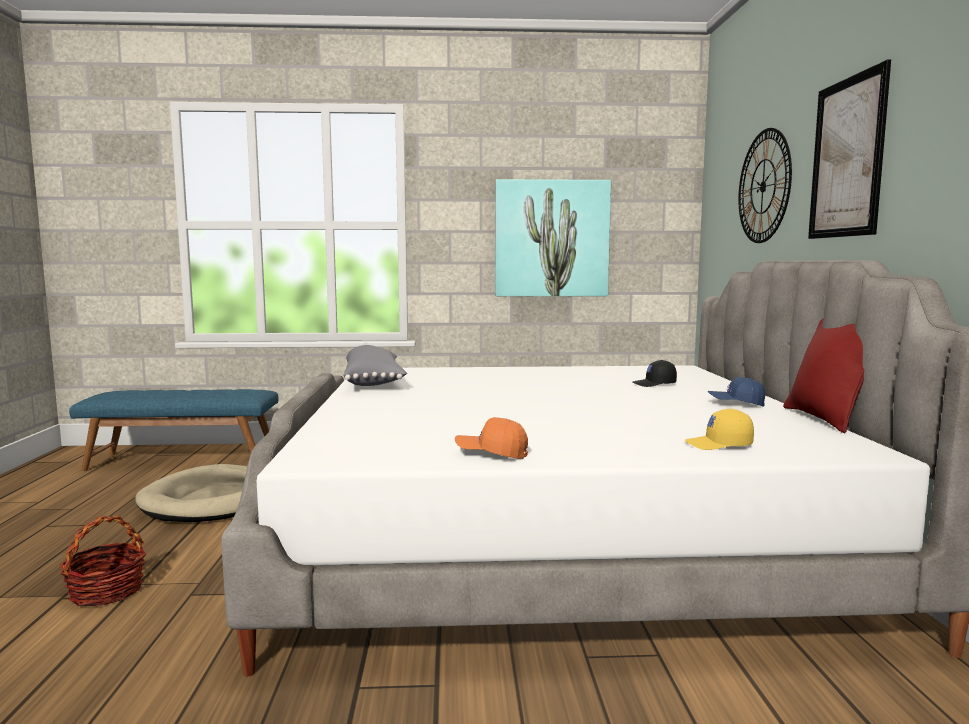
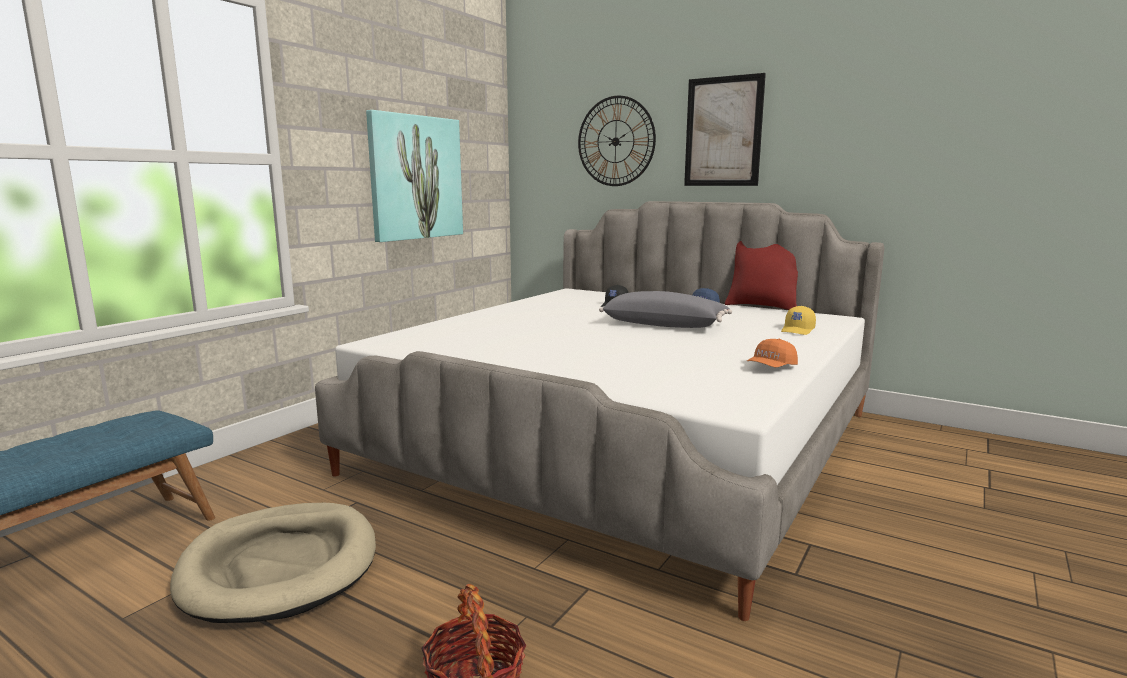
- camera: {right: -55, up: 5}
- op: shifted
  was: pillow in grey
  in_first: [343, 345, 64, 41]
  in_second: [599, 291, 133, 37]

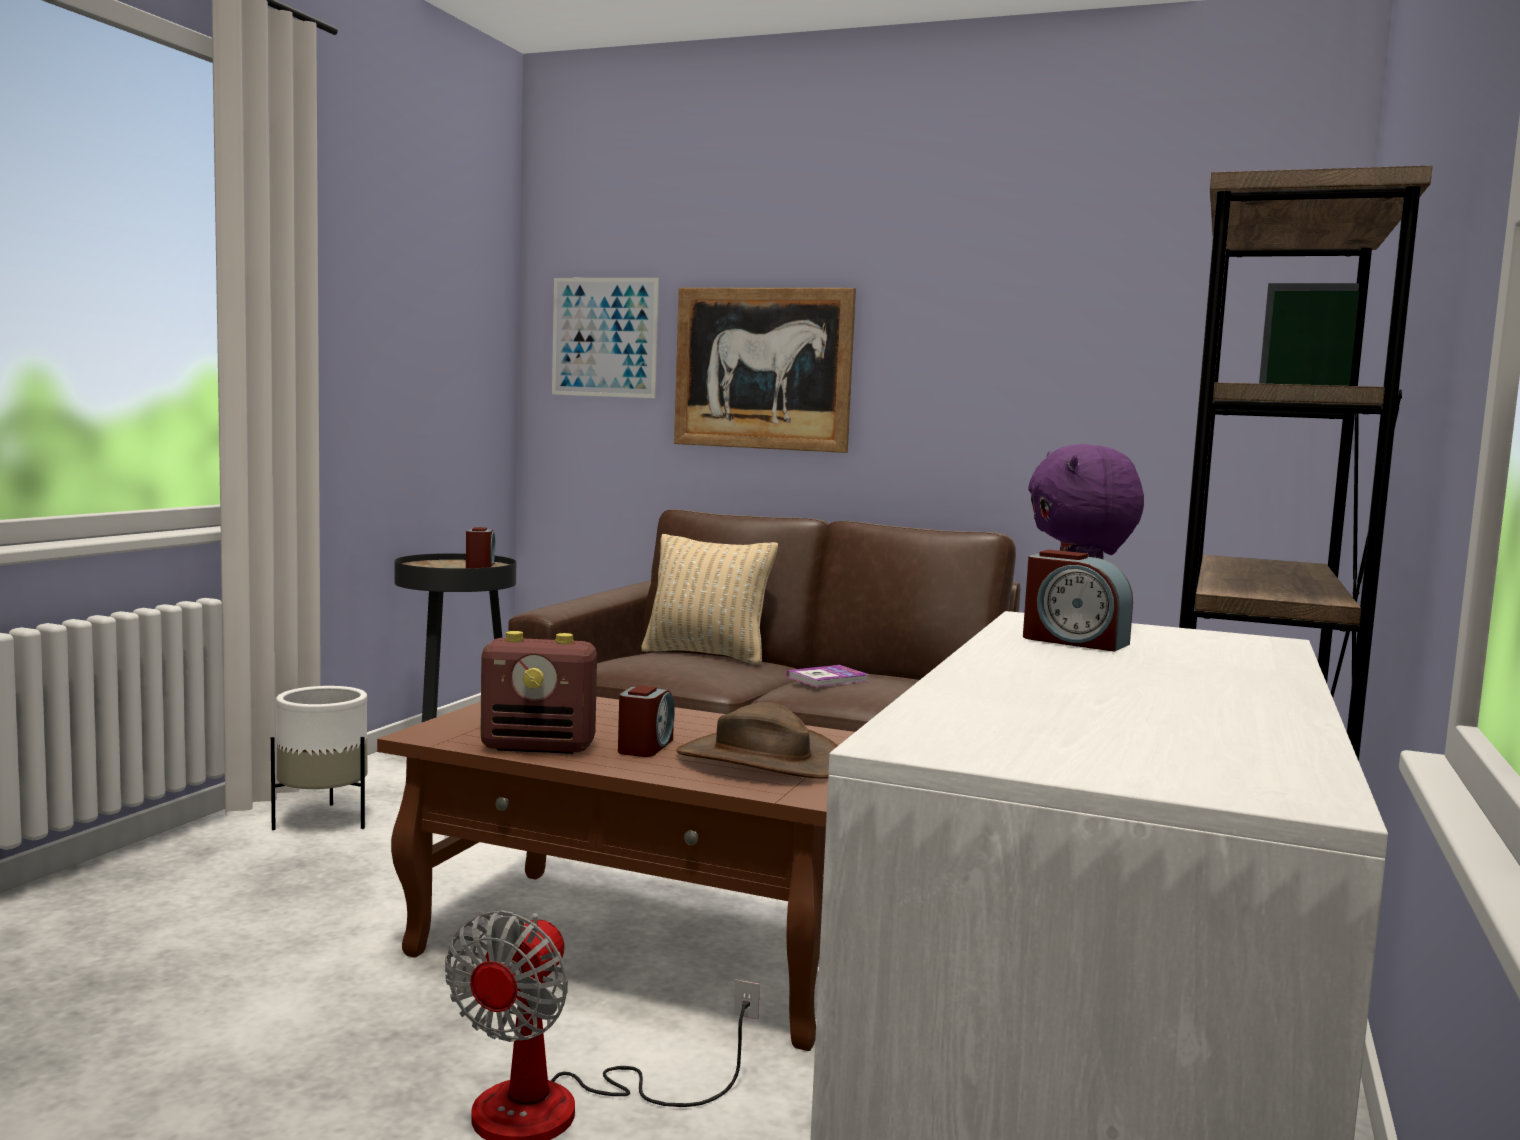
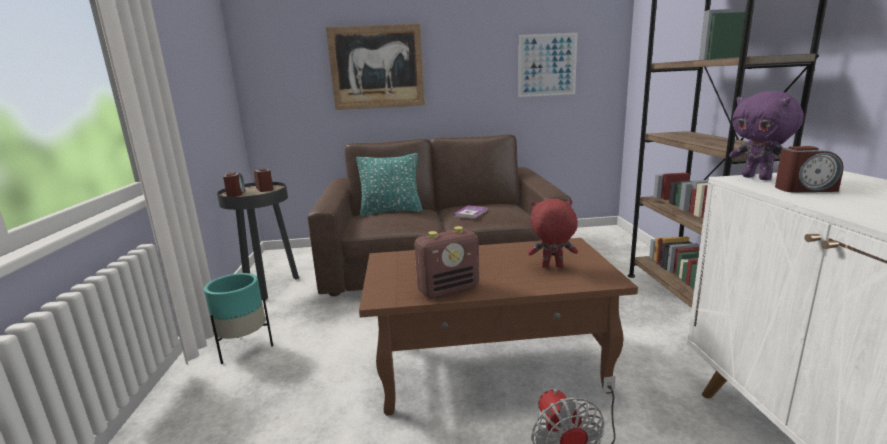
- camera: {right: -25, up: 10}
- op: shifted
  was: picture
  in_first: [552, 278, 107, 120]
  in_second: [519, 33, 59, 64]
- op: repainted
  was: pillow in beige
  now: pillow in turquoise
  in_first: [641, 534, 137, 131]
  in_second: [356, 153, 67, 63]
- op: shifted
  was: alarm clock
  in_first: [618, 685, 57, 72]
  in_second: [223, 172, 22, 25]
- op: repainted
  was: planter in white
  now: planter in turquoise
  in_first: [271, 686, 97, 144]
  in_second: [204, 273, 69, 91]
- op: swapped
  was: hat in brown
  now: plush toy in red
  in_first: [676, 702, 162, 77]
  in_second: [528, 199, 50, 69]

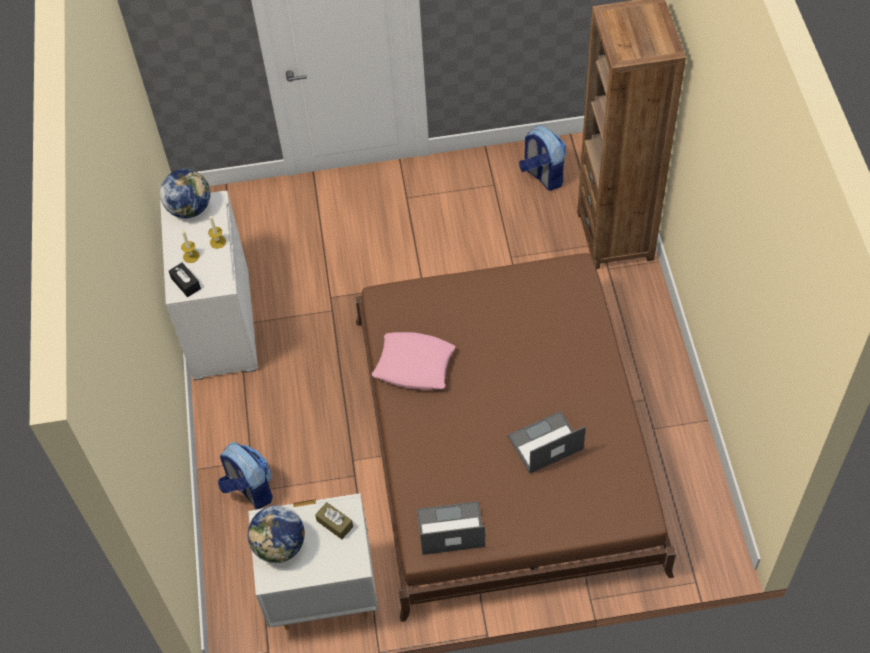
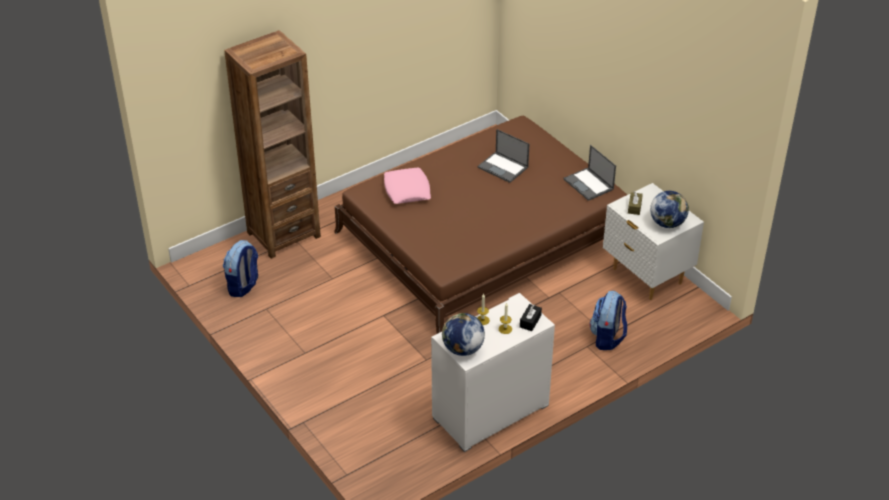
- camera: {right: -120, up: -15}
- op: shifted
  was: pillow in pink
  in_first: [372, 332, 83, 58]
  in_second: [384, 168, 47, 36]

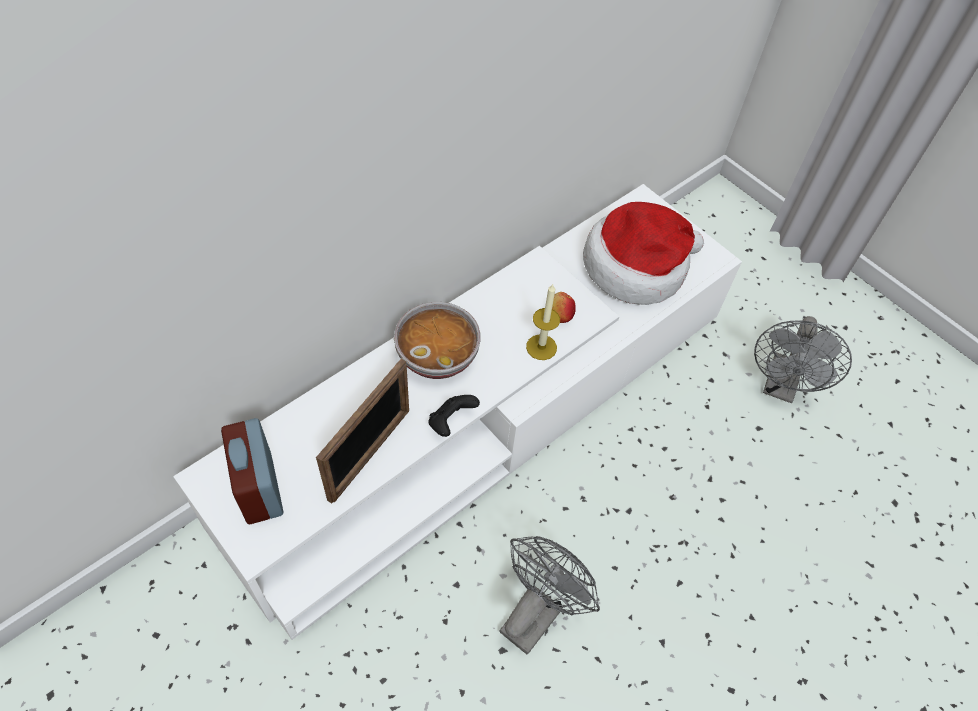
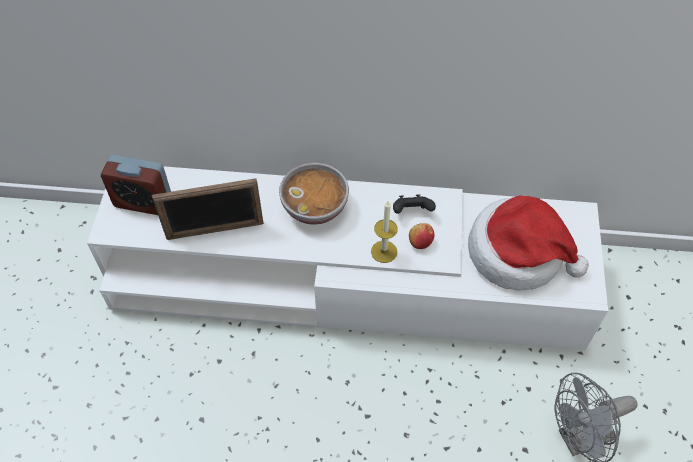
- camera: {right: 50, up: 0}
- op: shifted
  was: game controller in black
  in_first: [428, 395, 52, 42]
  in_second: [393, 194, 43, 20]
- op: rotated
  was: alarm clock
  in_first: [221, 418, 62, 106]
  in_second: [101, 155, 70, 60]
  clockwise: -105
- op: gone
  was: fan in grey
  in_first: [500, 536, 100, 119]

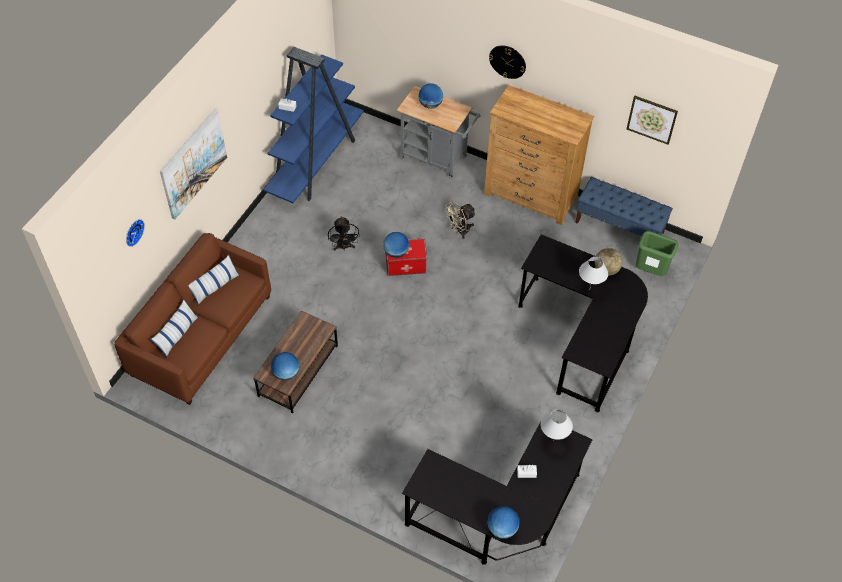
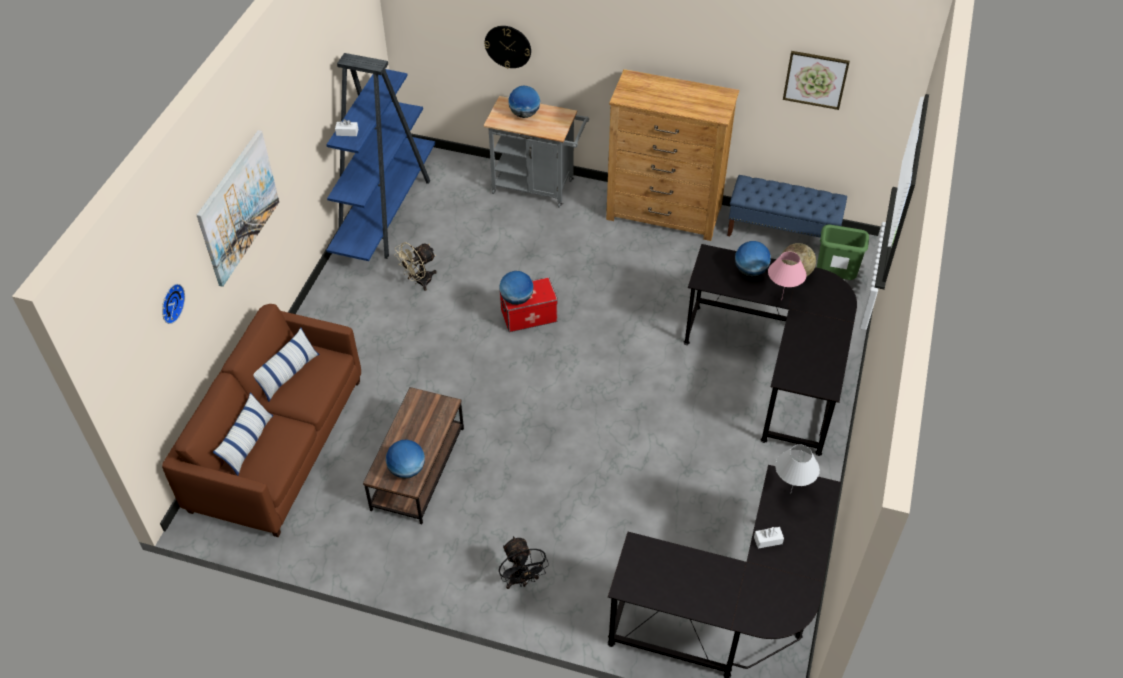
- camera: {right: -10, up: -5}
- op: shifted
  was: wall clock
  in_first: [489, 45, 37, 34]
  in_second: [484, 26, 47, 43]
- op: shifted
  was: fan in beige
  in_first: [444, 201, 32, 38]
  in_second: [394, 242, 43, 49]
- op: shifted
  was: fan in black
  in_first: [328, 217, 32, 34]
  in_second: [499, 536, 50, 53]
- op: repainted
  was: table lamp in white
  now: table lamp in pink
  in_first: [579, 257, 29, 30]
  in_second: [768, 252, 39, 49]
- op: shifted
  was: globe
  in_first: [487, 506, 32, 33]
  in_second: [735, 241, 36, 35]

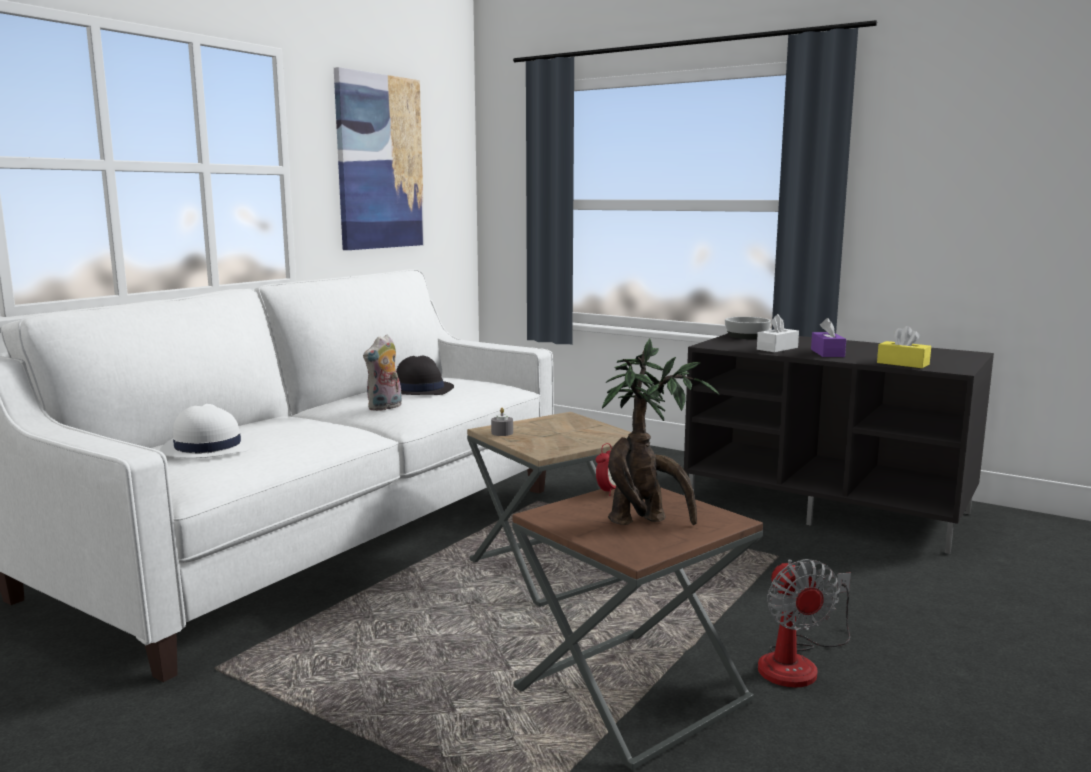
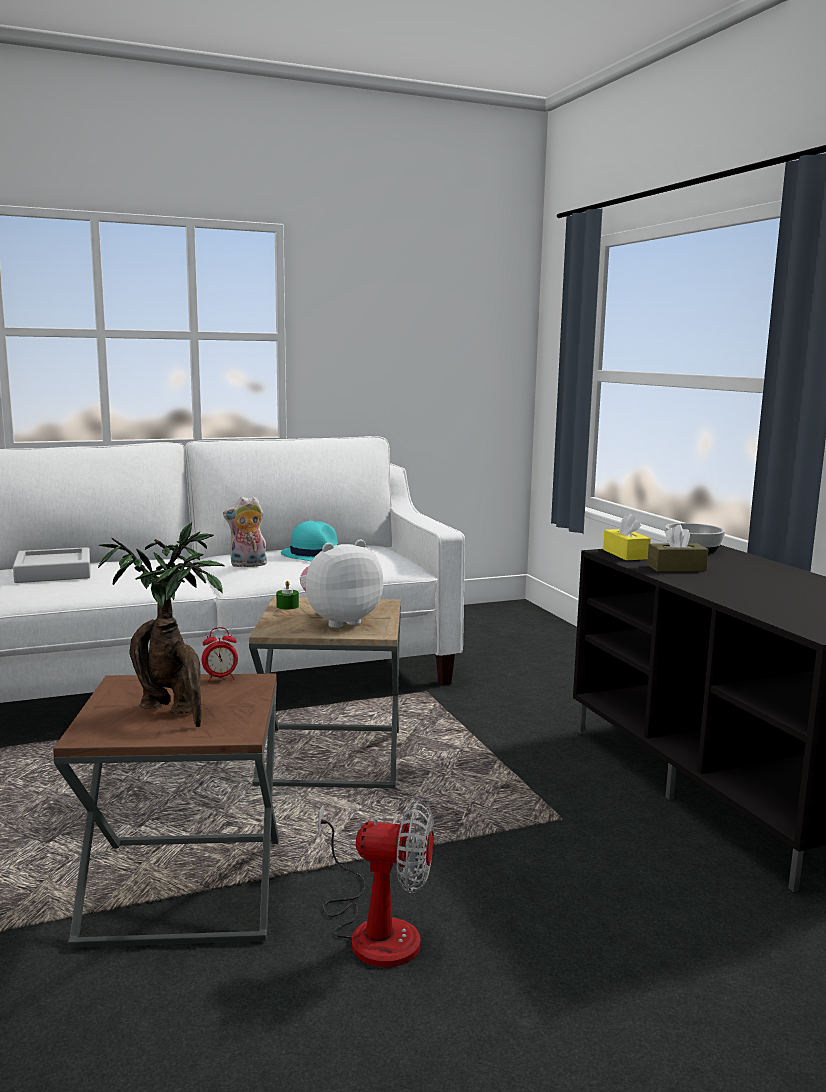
- camera: {right: 35, up: 0}
- op: gone
  was: picture
  in_first: [334, 67, 91, 183]
- op: repainted
  was: tissue box in white
  now: tissue box in brown
  in_first: [757, 314, 42, 38]
  in_second: [647, 524, 62, 48]
- op: gone
  was: tissue box in purple
  in_first: [811, 318, 35, 39]
- op: shifted
  was: tissue box in yellow
  in_first: [877, 326, 54, 42]
  in_second: [603, 514, 48, 46]
- op: repainted
  was: hat in black
  now: hat in turquoise
  in_first: [396, 356, 58, 39]
  in_second: [281, 521, 57, 41]
- op: swapped
  was: hat in white
  now: tray in grey
  in_first: [160, 404, 94, 54]
  in_second: [13, 547, 77, 36]
- op: repainted
  was: candle in grey
  now: candle in green
  in_first: [491, 408, 22, 28]
  in_second: [276, 581, 23, 29]
- op: rotated
  was: fan
  in_first: [758, 559, 93, 129]
  in_second: [318, 800, 116, 167]
  clockwise: -105
- op: new
  now: plush toy
  in_second: [300, 540, 83, 88]

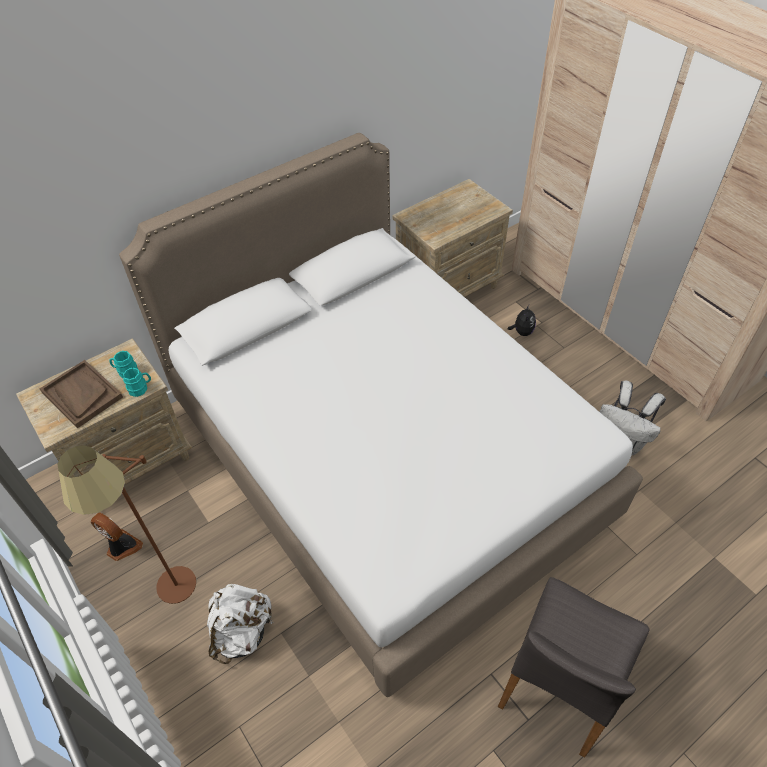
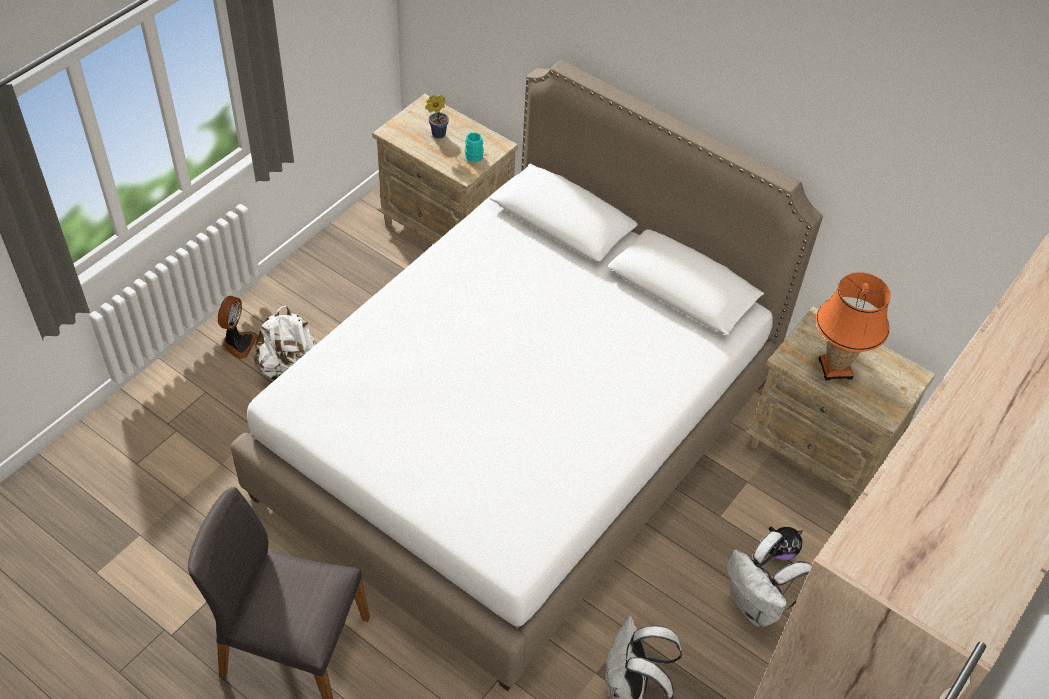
- camera: {right: 70, up: 0}
- op: swapped
  was: tray in brown
  now: potted plant
  in_first: [40, 360, 83, 69]
  in_second: [425, 95, 24, 43]
- op: gone
  was: mug in turquoise
  in_first: [123, 368, 28, 29]
- op: gone
  was: floor lamp in brown
  in_first: [58, 445, 138, 159]
- op: shifted
  was: fan
  in_first: [91, 512, 52, 49]
  in_second: [218, 296, 40, 63]
- op: new
  now: table lamp in orange
  in_second: [816, 272, 75, 109]
- op: new
  now: backpack in white
  in_second: [727, 531, 85, 96]

